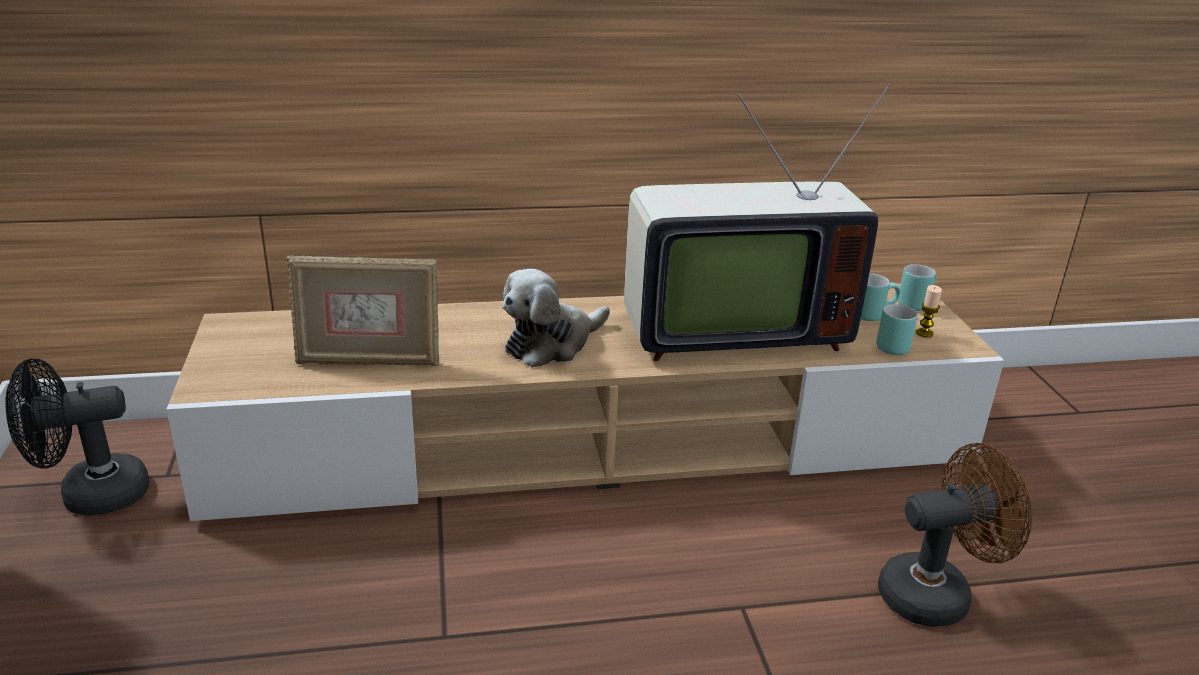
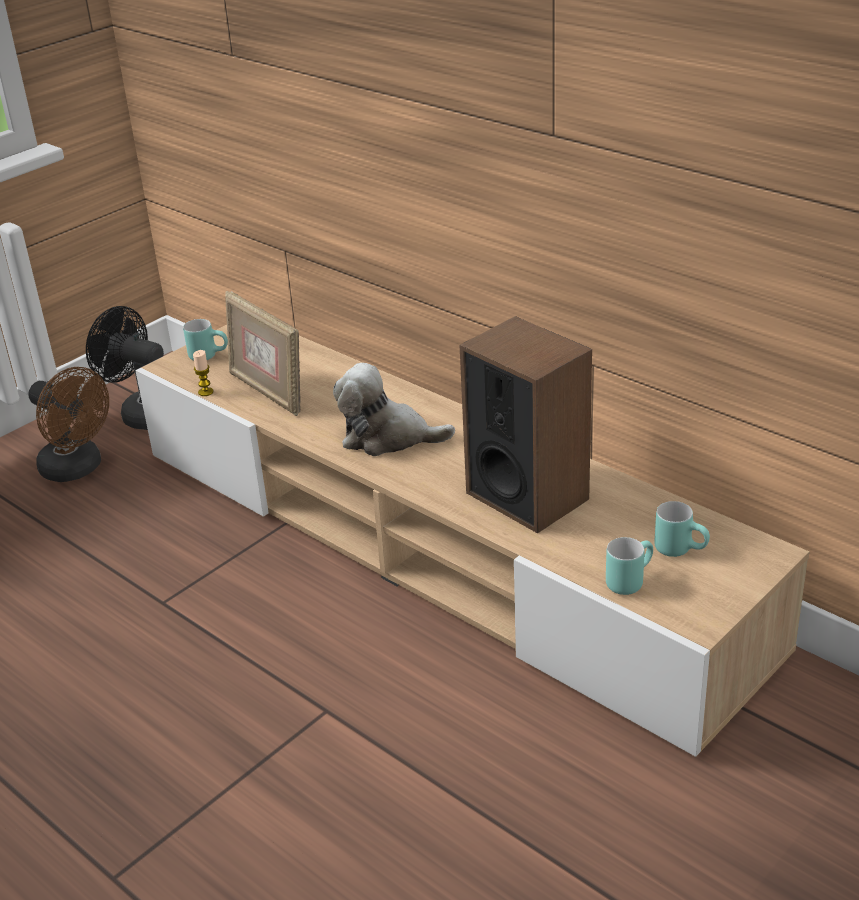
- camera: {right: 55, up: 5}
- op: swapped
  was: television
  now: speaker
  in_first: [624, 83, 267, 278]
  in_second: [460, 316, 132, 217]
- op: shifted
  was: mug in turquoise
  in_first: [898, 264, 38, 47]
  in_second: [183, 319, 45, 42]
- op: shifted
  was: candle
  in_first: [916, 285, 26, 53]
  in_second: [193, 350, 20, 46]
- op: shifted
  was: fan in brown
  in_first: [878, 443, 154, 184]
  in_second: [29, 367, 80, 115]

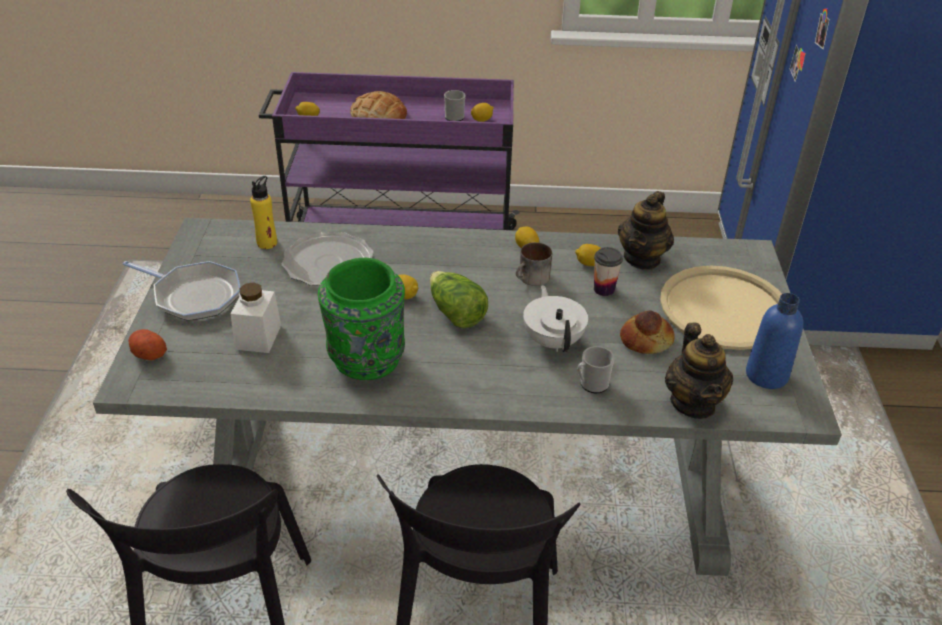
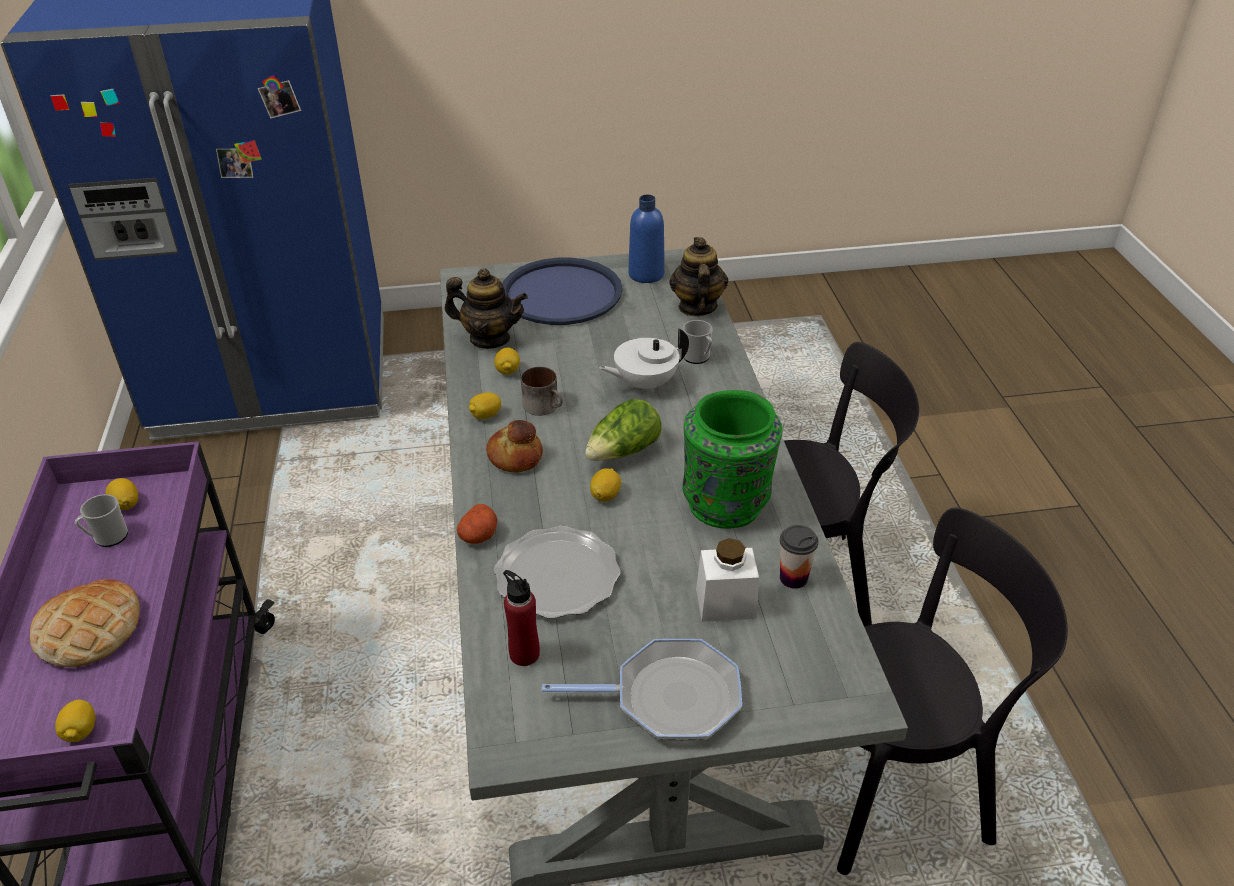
- camera: {right: -100, up: 0}
- op: repainted
  was: bottle in yellow
  now: bottle in red
  in_first: [250, 176, 27, 73]
  in_second: [503, 570, 37, 96]
- op: shifted
  was: cup
  in_first: [594, 247, 29, 49]
  in_second: [780, 525, 38, 64]
- op: rotated
  was: frying pan
  in_first: [123, 261, 117, 60]
  in_second: [542, 639, 200, 101]
  clockwise: 75
- op: repainted
  was: tray in beige
  now: tray in blue
  in_first: [660, 266, 122, 84]
  in_second: [502, 258, 121, 67]
- op: shifted
  was: bread
  in_first: [620, 311, 55, 43]
  in_second: [486, 420, 57, 53]
- op: rotated
  was: teapot
  in_first: [665, 323, 68, 96]
  in_second: [669, 237, 59, 80]
  clockwise: -75
- op: shifted
  was: potato
  in_first: [128, 329, 39, 31]
  in_second: [457, 504, 40, 40]

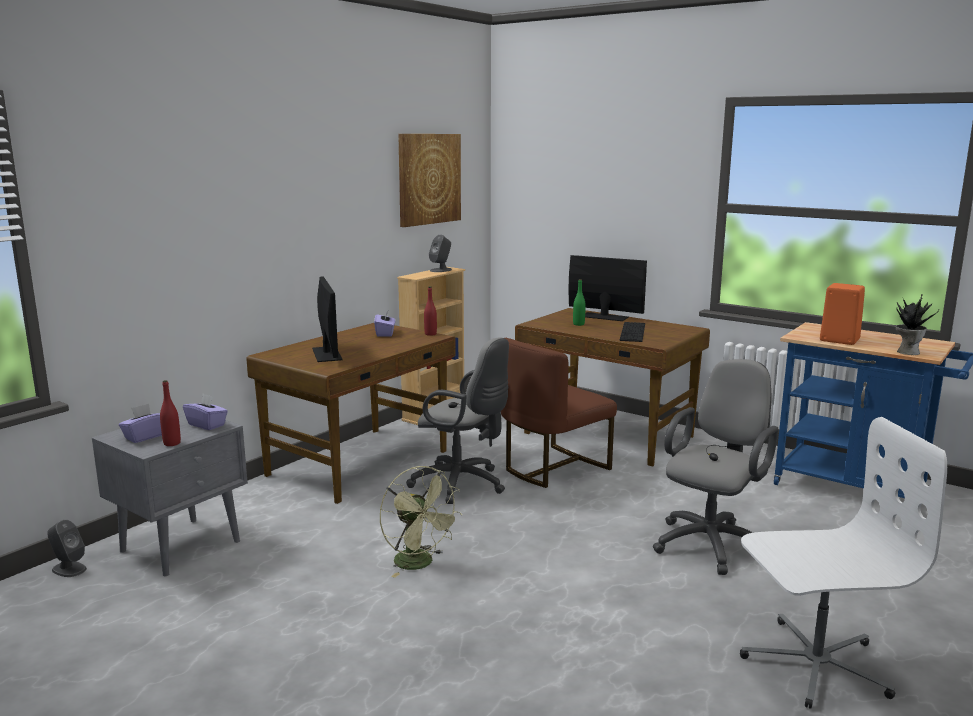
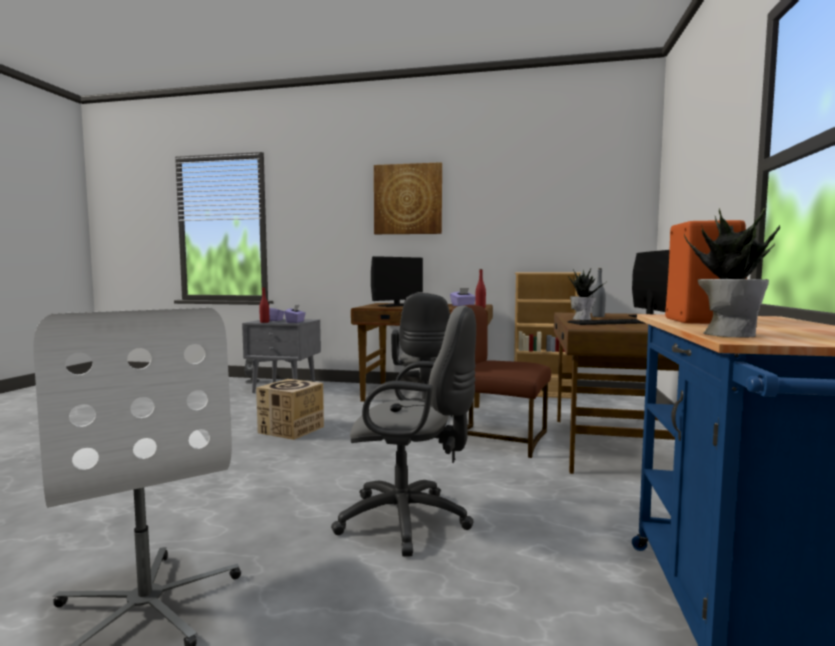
- camera: {right: 65, up: -10}
- op: shifted
  was: picture
  in_first: [398, 134, 63, 93]
  in_second: [374, 162, 68, 72]
- op: gone
  was: speaker in grey
  in_first: [429, 235, 23, 37]
- op: repainted
  was: bottle in green
  now: bottle in grey
  in_first: [573, 279, 13, 47]
  in_second: [592, 268, 14, 49]
- op: swapped
  was: fan in green
  now: cardboard box
  in_first: [380, 466, 82, 112]
  in_second: [256, 379, 68, 61]
- op: new
  now: potted plant
  in_second: [568, 269, 37, 51]

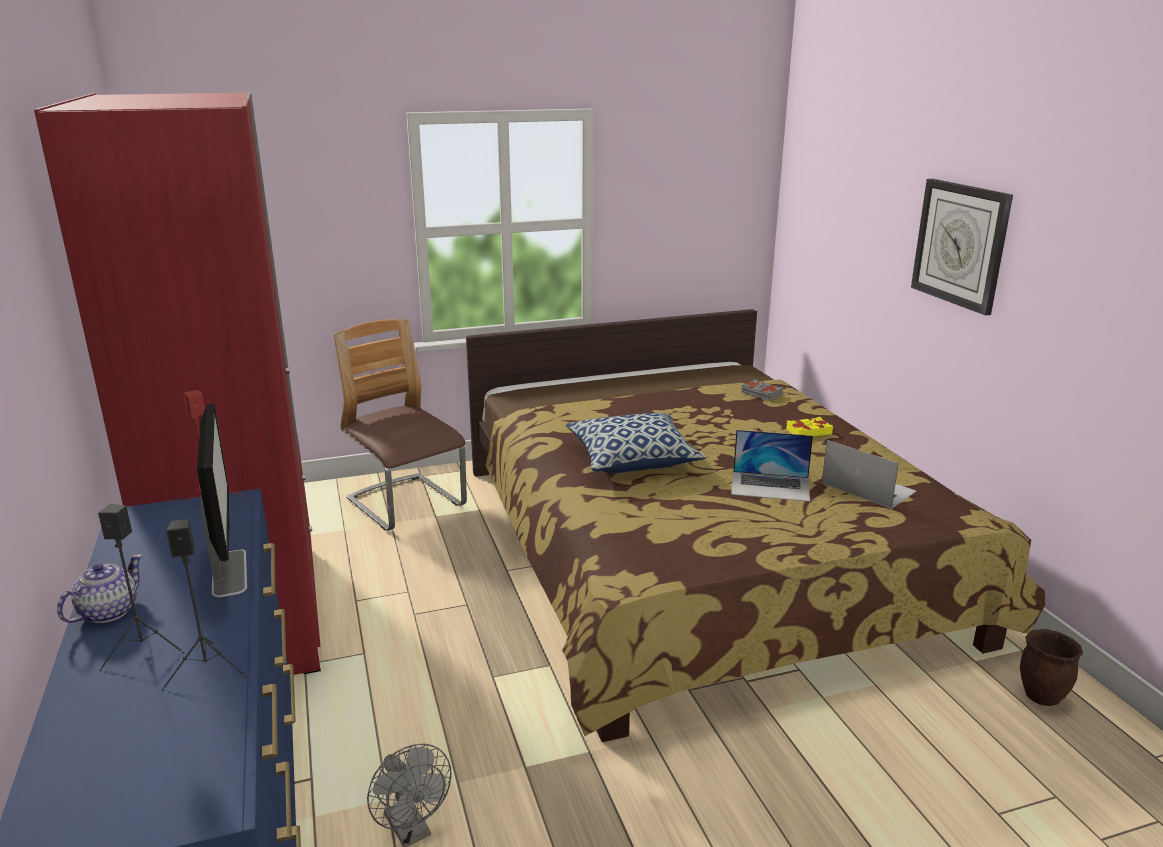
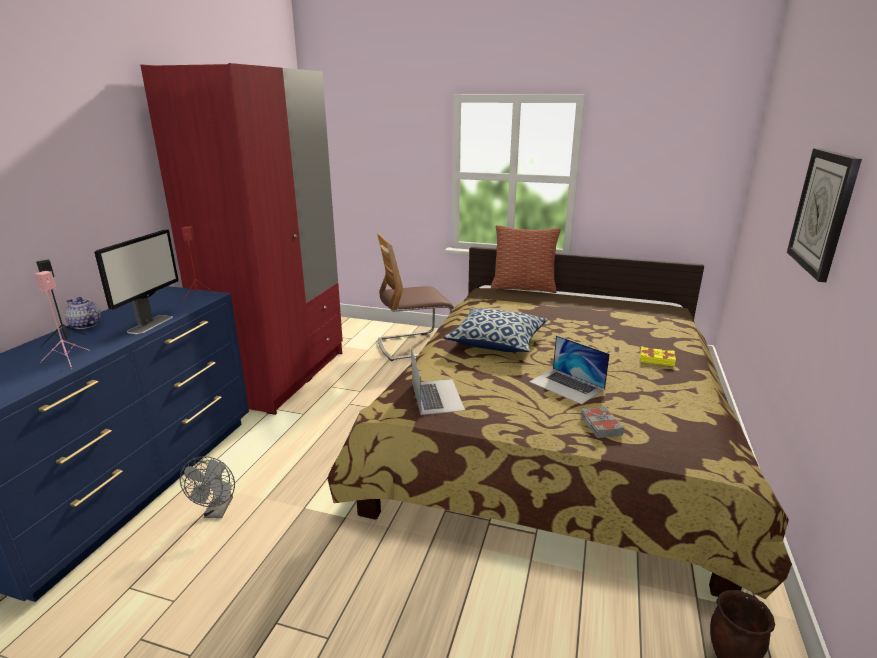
- camera: {right: 35, up: 0}
- op: rotated
  was: chair
  in_first: [334, 319, 133, 212]
  in_second: [377, 233, 77, 128]
  clockwise: -105
- op: shifted
  was: book in grey
  in_first: [741, 379, 42, 22]
  in_second: [580, 406, 44, 32]
- op: shifted
  was: laptop
  in_first: [822, 440, 94, 69]
  in_second: [411, 348, 54, 67]
- op: repainted
  was: speaker in black
  now: speaker in pink
  in_first: [161, 519, 86, 172]
  in_second: [34, 271, 56, 98]
- op: rotated
  was: teapot
  in_first: [57, 554, 85, 69]
  in_second: [65, 297, 36, 32]
  clockwise: -120
- op: new
  now: pillow
  in_second: [491, 225, 70, 68]

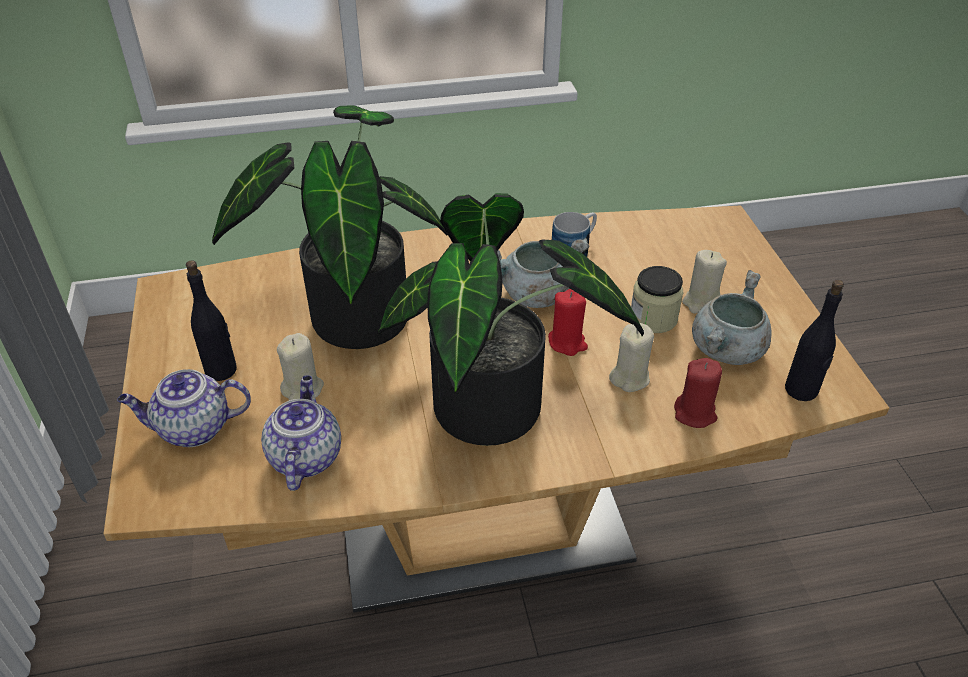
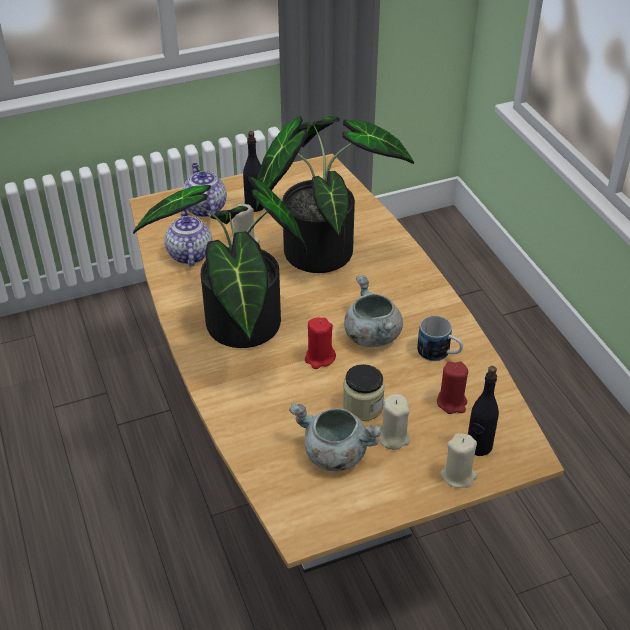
- camera: {right: 80, up: 0}
- op: shifted
  was: bottle in black
  in_first: [785, 280, 59, 121]
  in_second: [468, 366, 31, 90]
- op: shifted
  was: candle in beige
  in_first: [609, 323, 45, 69]
  in_second: [440, 433, 37, 55]
- op: shifted
  was: candle in red
  in_first: [674, 358, 48, 70]
  in_second: [437, 361, 31, 53]
- op: rotated
  was: teapot
  in_first: [261, 375, 80, 116]
  in_second: [165, 208, 47, 59]
  clockwise: -90

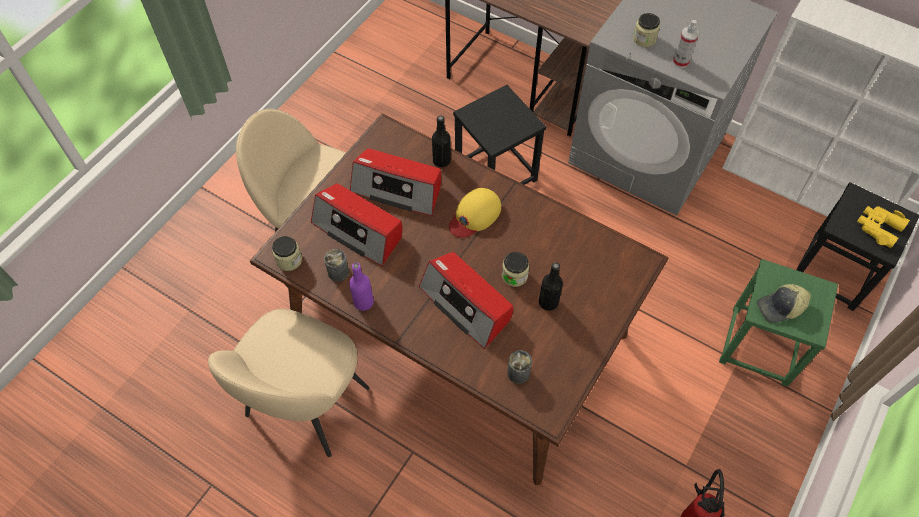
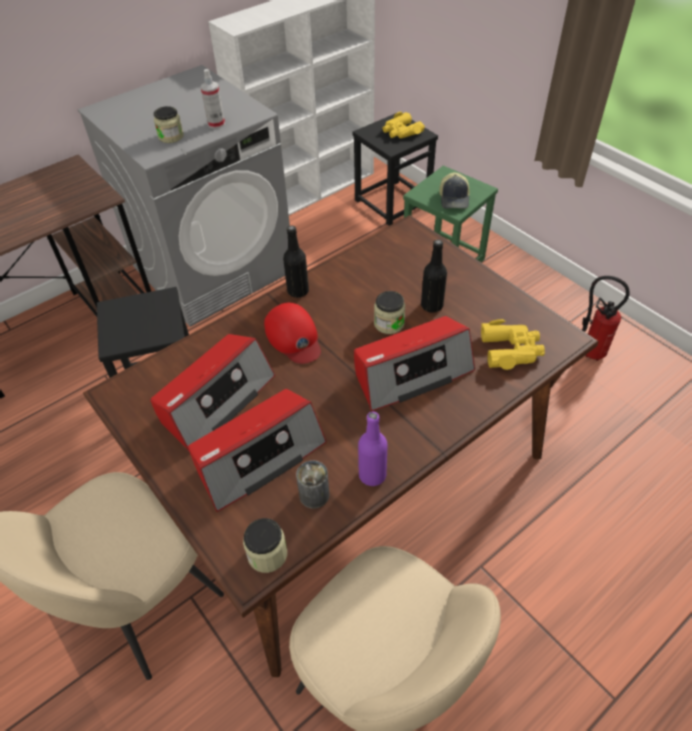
- camera: {right: -70, up: -10}
- op: shifted
  was: bottle in black
  in_first: [432, 115, 19, 52]
  in_second: [283, 225, 26, 73]
- op: repainted
  was: cap in yellow
  now: cap in red
  in_first: [449, 188, 52, 50]
  in_second: [264, 303, 57, 61]
- op: swapped
  was: can
  now: binoculars in yellow
  in_first: [507, 350, 25, 34]
  in_second: [481, 319, 64, 51]

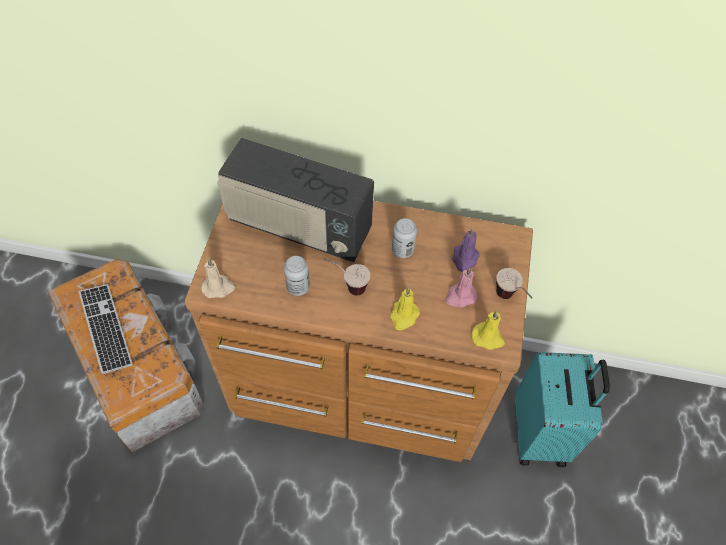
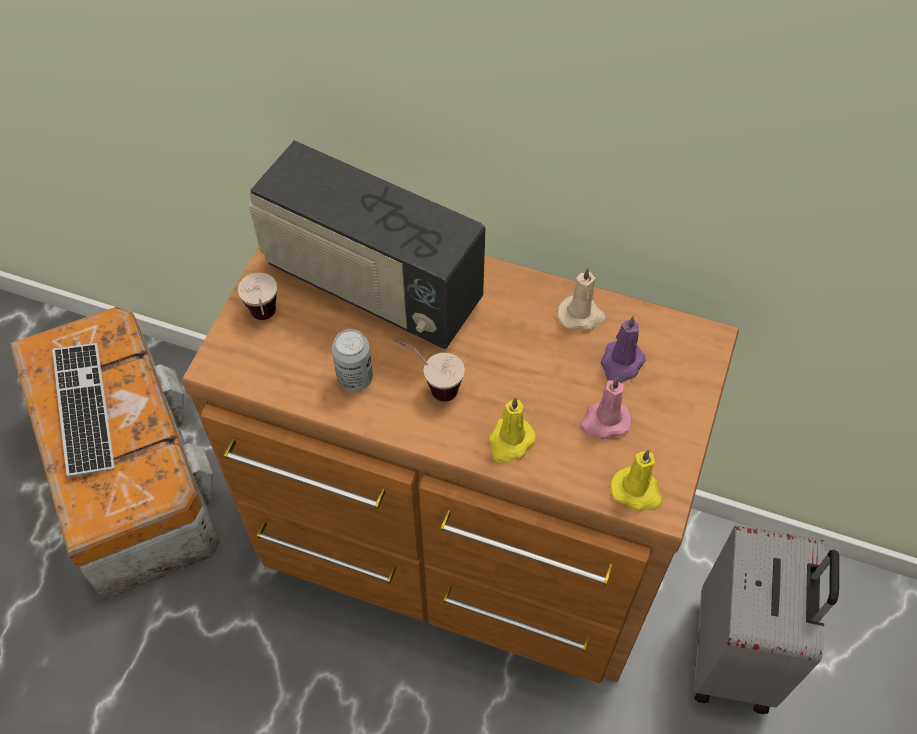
- camera: {right: 10, up: 0}
- op: gone
  was: can
  in_first: [392, 218, 25, 40]
- op: shifted
  was: candle in beige
  in_first: [201, 258, 35, 40]
  in_second: [558, 267, 49, 64]
- op: shifted
  was: cup
  in_first: [496, 268, 37, 31]
  in_second: [238, 273, 39, 47]
- op: repainted
  was: suitcase in turquoise
  now: suitcase in grey
  in_first: [515, 352, 95, 115]
  in_second: [694, 525, 145, 189]

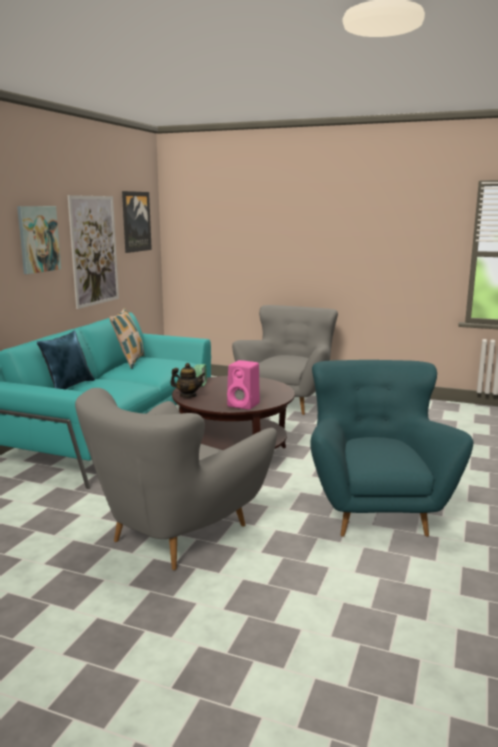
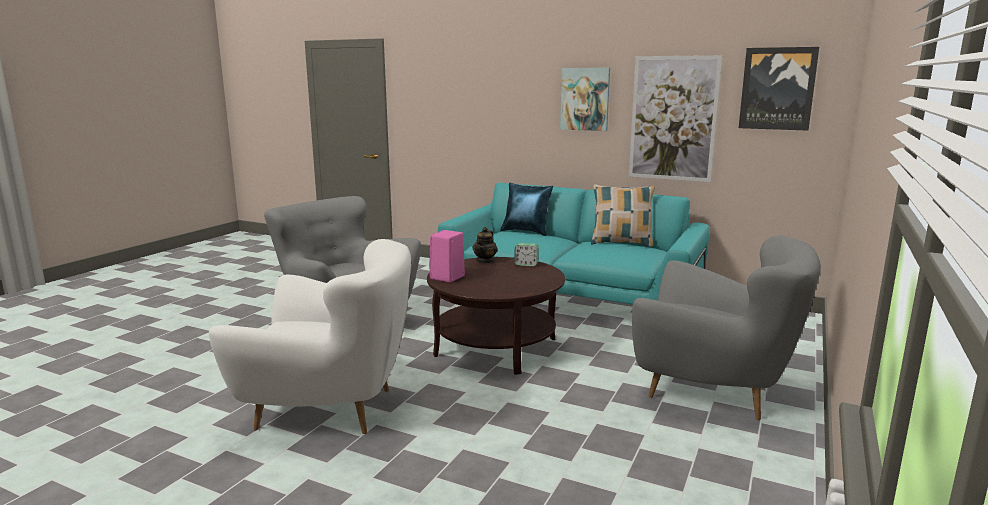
- camera: {right: 95, up: 0}
- op: repainted
  was: armchair in turquoise
  now: armchair in white
  in_first: [310, 360, 163, 177]
  in_second: [209, 239, 202, 195]

